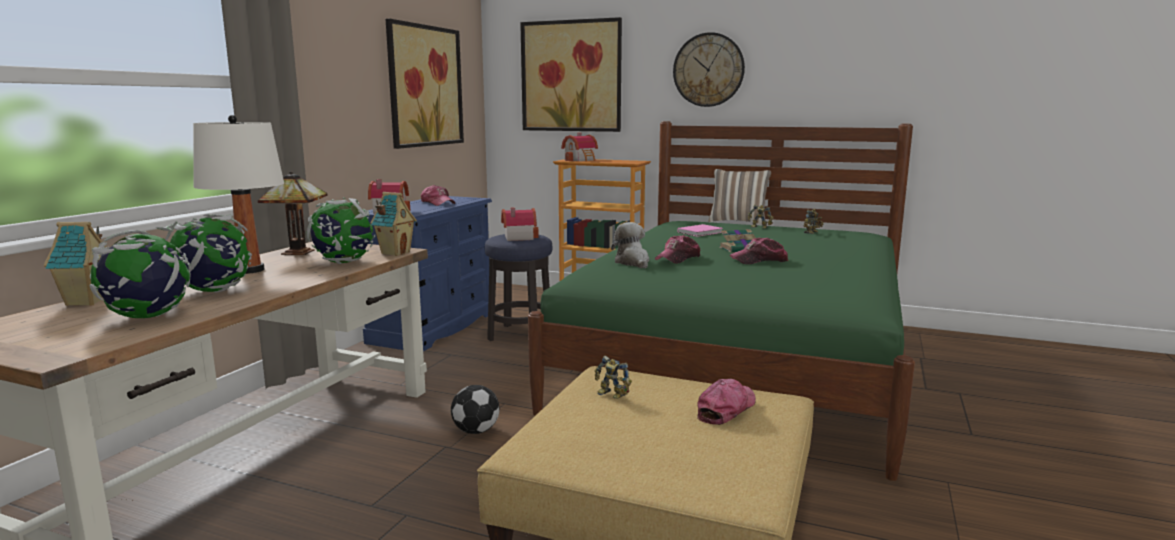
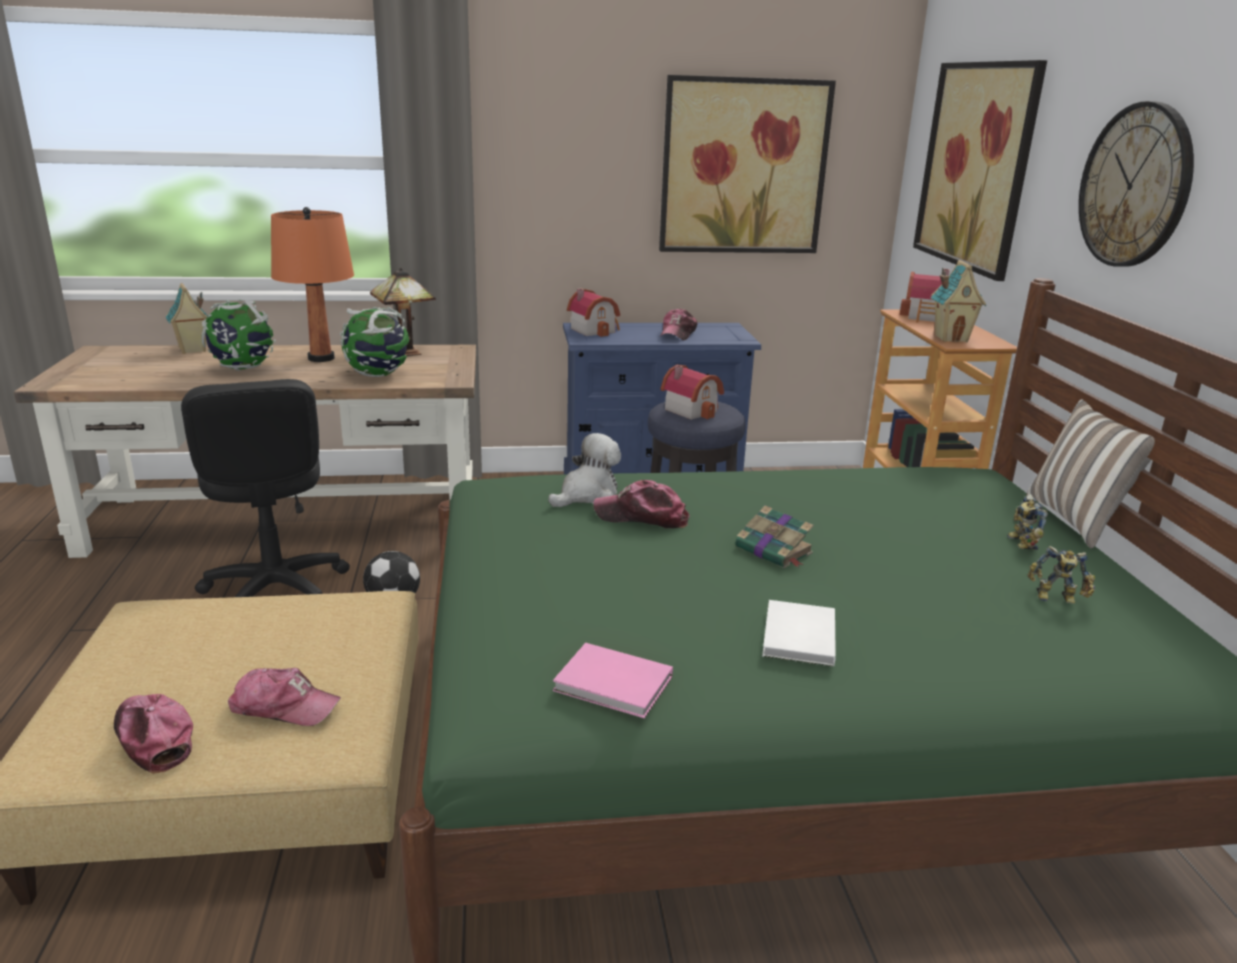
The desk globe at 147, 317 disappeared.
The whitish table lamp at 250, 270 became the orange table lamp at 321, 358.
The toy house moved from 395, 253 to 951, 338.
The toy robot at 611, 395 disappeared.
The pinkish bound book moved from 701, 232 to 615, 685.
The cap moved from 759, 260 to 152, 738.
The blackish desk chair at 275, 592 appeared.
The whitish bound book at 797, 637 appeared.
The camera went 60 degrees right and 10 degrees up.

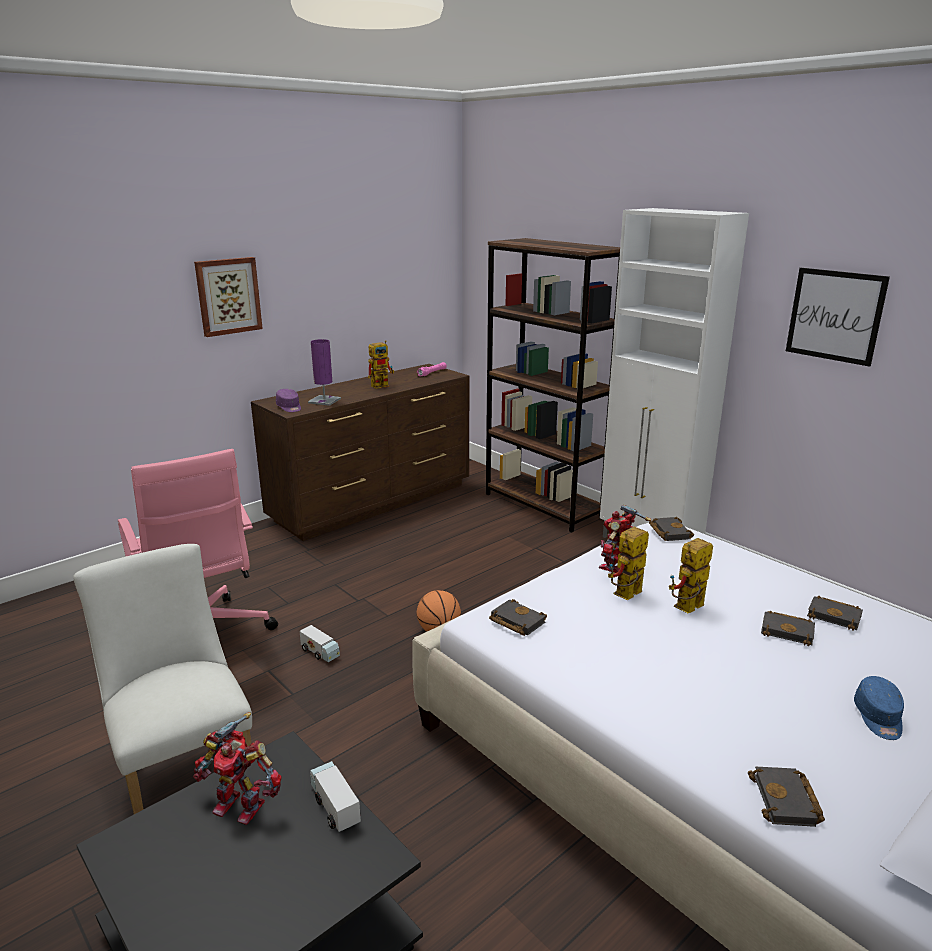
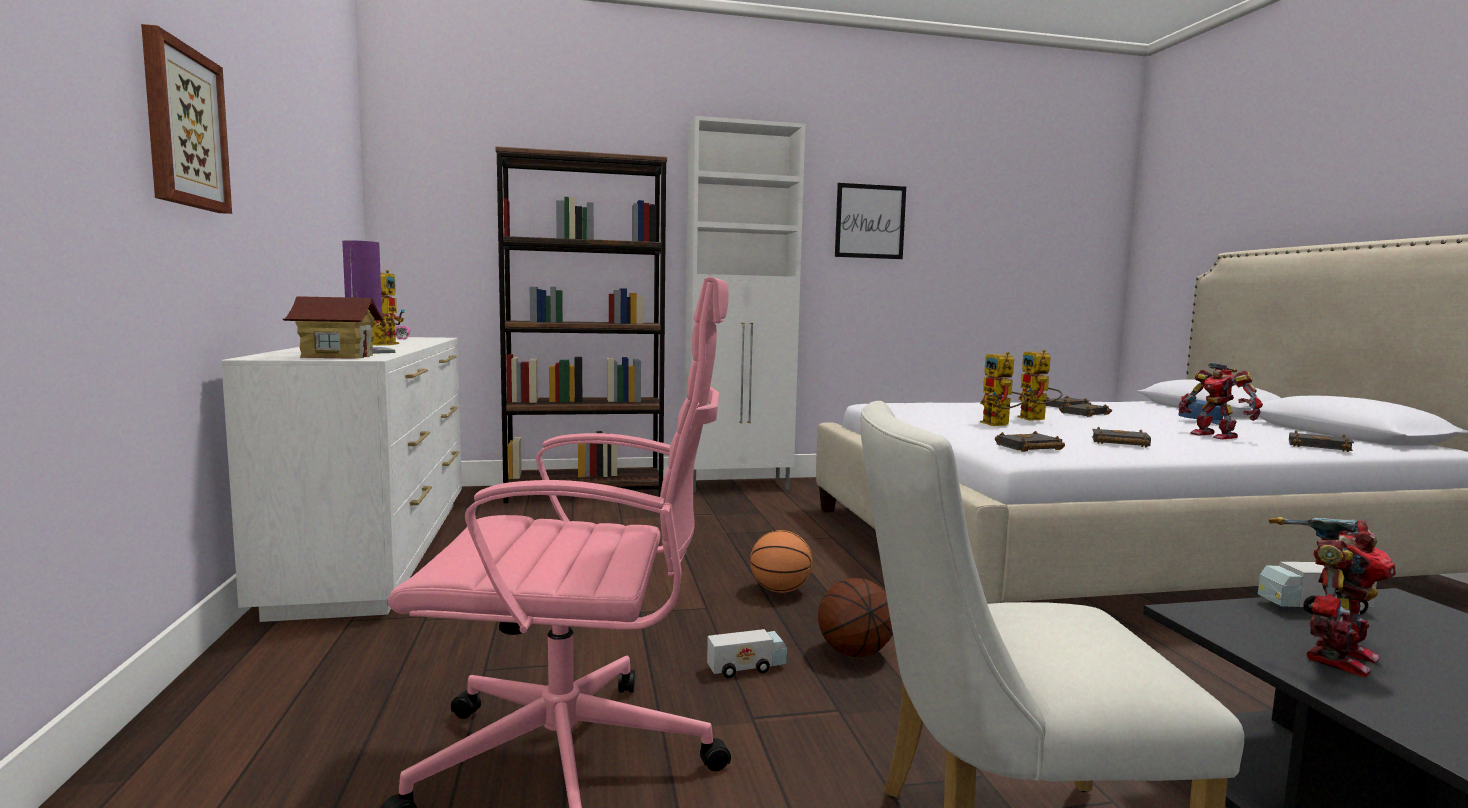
The brown-coloured chest of drawers at 373, 502 became the whitish chest of drawers at 379, 550.
The purple cap at 289, 407 was replaced by the toy house at 337, 357.
The toy robot moved from 616, 565 to 1215, 435.
The blackish bound book moved from 668, 532 to 1118, 443.
The ball for basketball at 854, 652 appeared.
The camera went 60 degrees left and 15 degrees down.

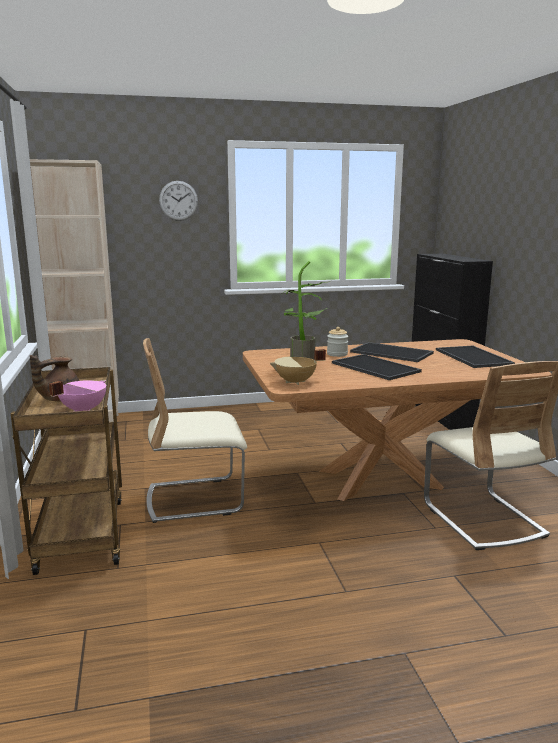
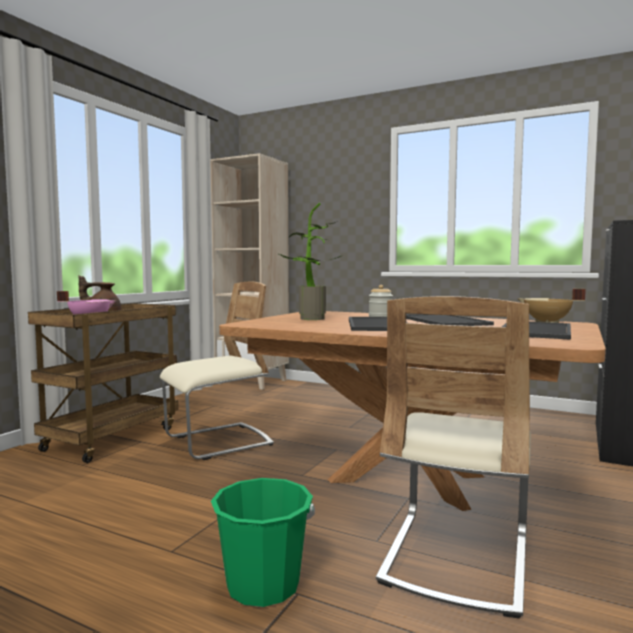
The beige chair at 195, 499 turned 120 degrees clockwise.
The wall clock at 178, 200 disappeared.
The beige saucepot moved from 296, 382 to 547, 322.
The green-coloured bucket at 263, 585 appeared.
The camera went 40 degrees right and 10 degrees down.

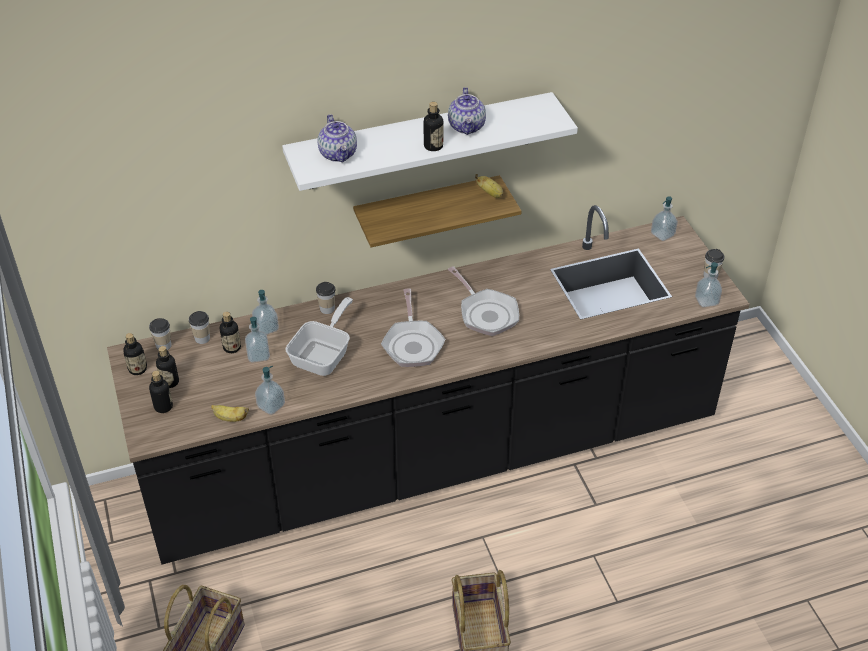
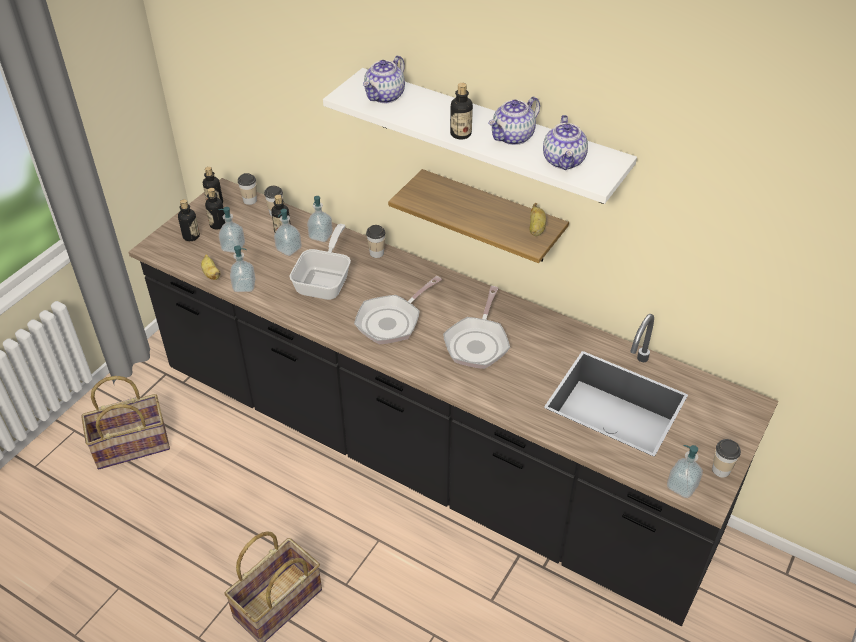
The pan at 324, 355 turned 60 degrees counterclockwise.
The liquid soap bottle moved from 662, 234 to 233, 247.
The tea pot at 564, 161 appeared.
The camera went 50 degrees right and 0 degrees up.

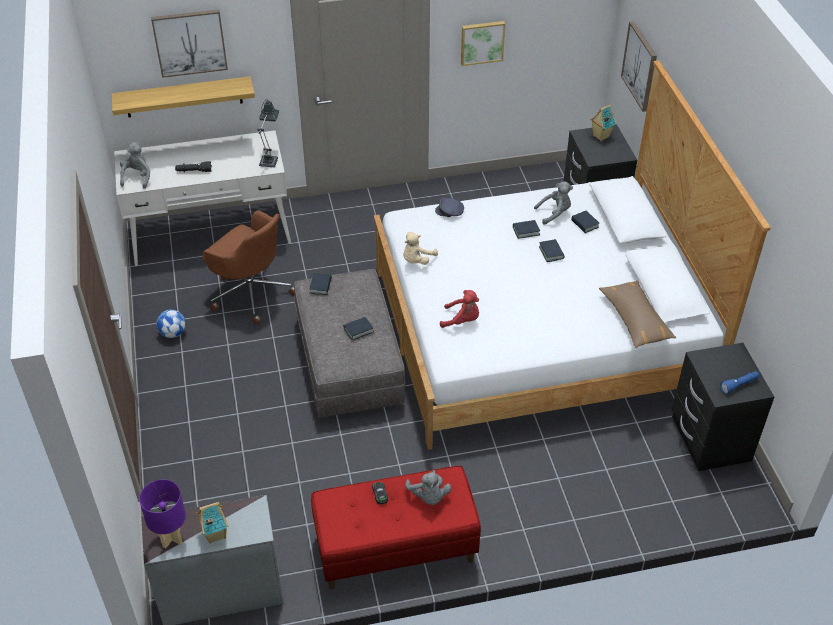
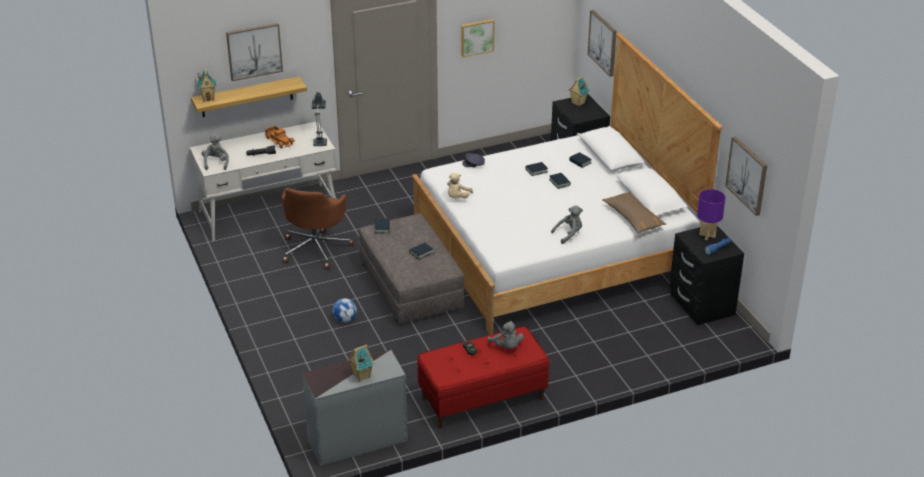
The purple table lamp moved from 171, 539 to 707, 236.
The football moved from 173, 333 to 345, 319.
The brown-coloured desk chair at 251, 292 turned 75 degrees clockwise.
The reddish cuddly toy at 462, 320 disappeared.
The gray cuddly toy moved from 554, 213 to 569, 234.
The toy house at 208, 98 appeared.
The model truck at 280, 140 appeared.
The wall picture at 747, 175 appeared.
The camera went 10 degrees left and 10 degrees down.

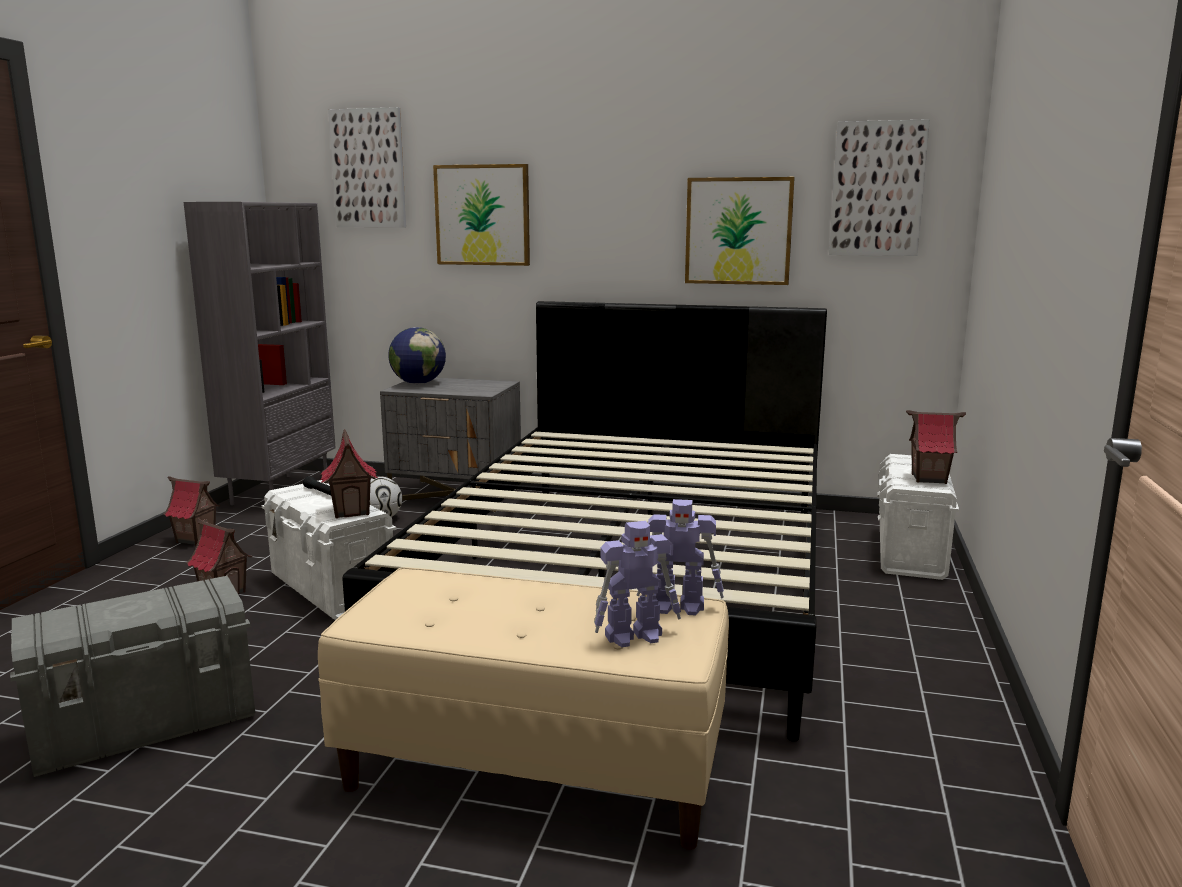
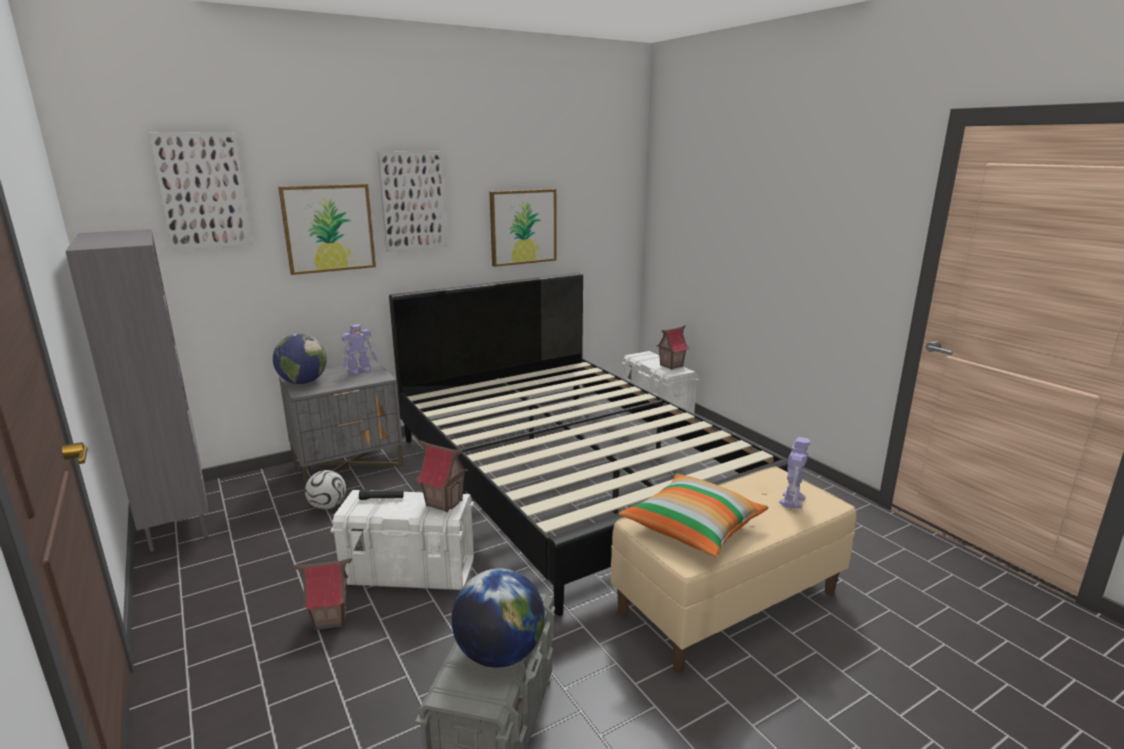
The toy house at 195, 539 disappeared.
The toy robot moved from 679, 607 to 360, 370.
The wall picture moved from 877, 189 to 413, 201.
The desk globe at 499, 653 appeared.
The throw pillow at 692, 528 appeared.
The camera went 45 degrees left and 5 degrees up.

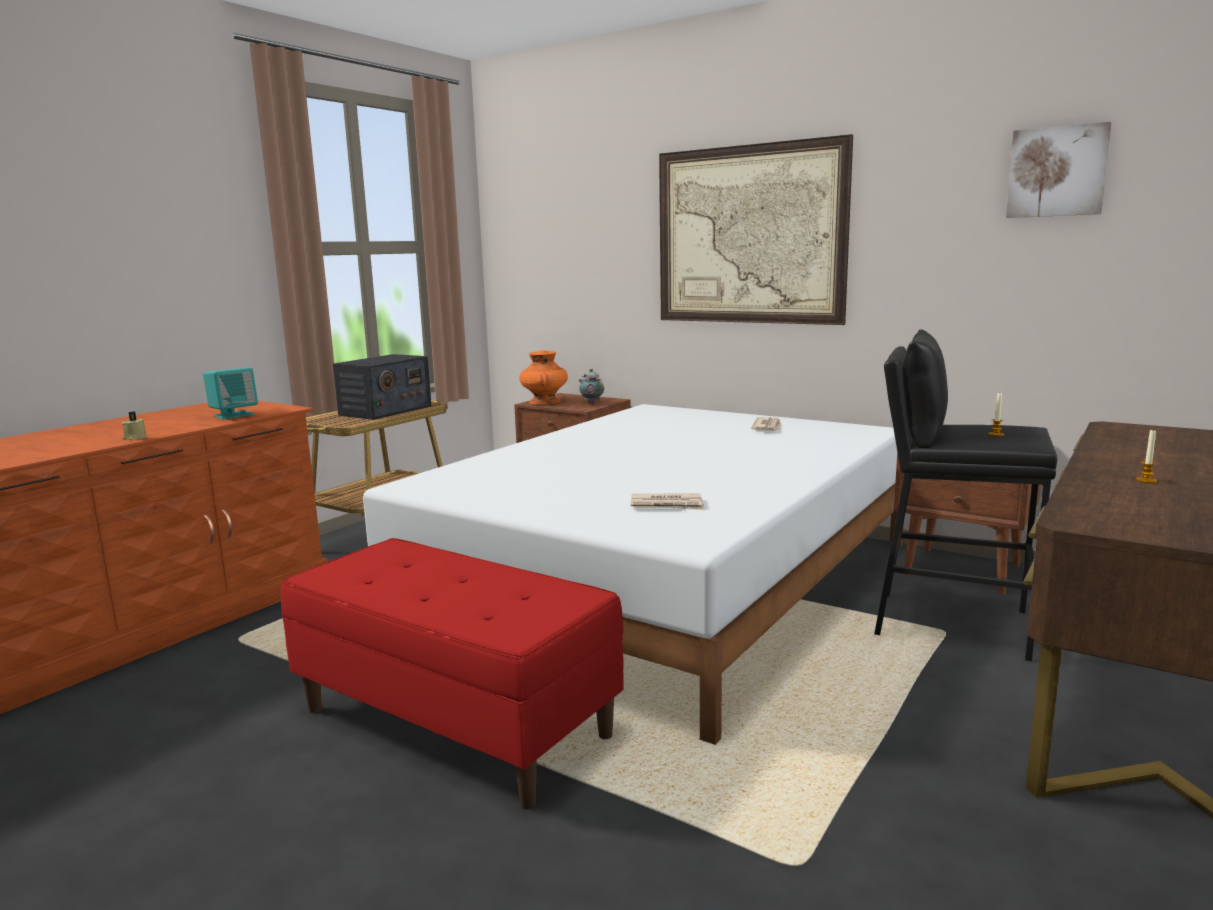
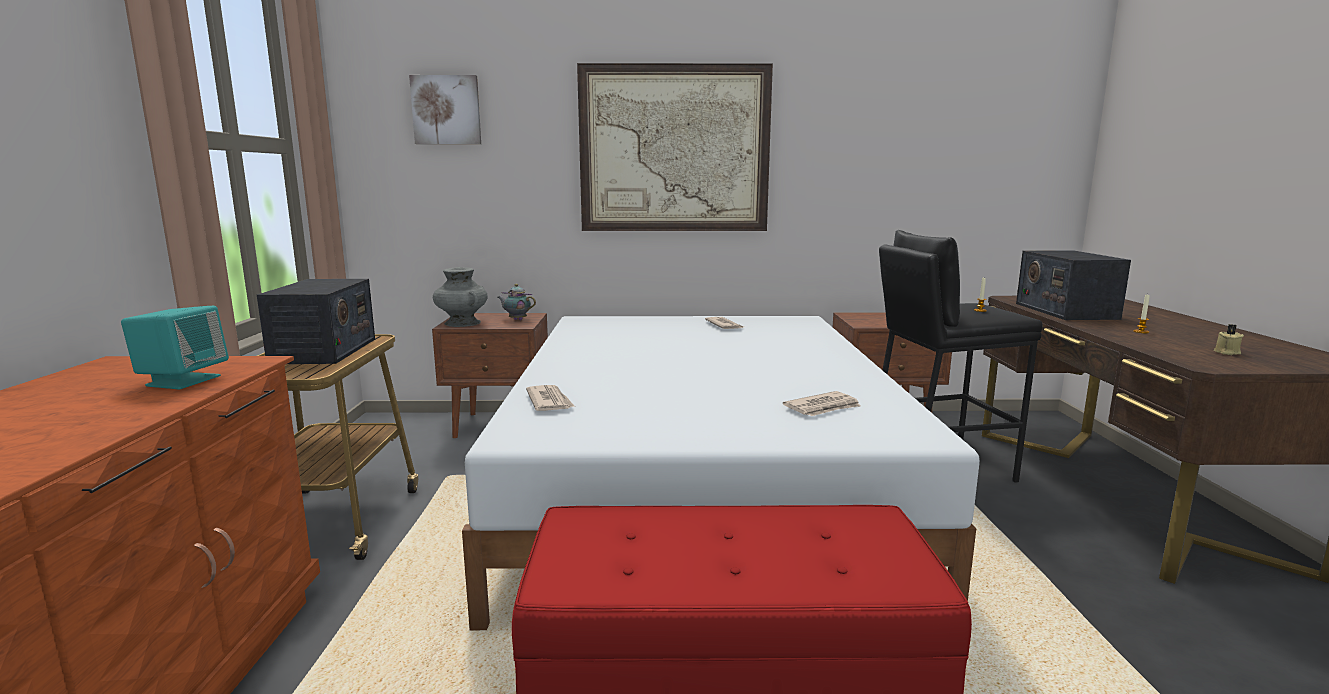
The beige wax candle moved from 134, 438 to 1226, 352.
The orange vase at 544, 402 became the gray vase at 462, 323.
The wall picture moved from 1057, 172 to 446, 110.
The newspaper at 549, 401 appeared.
The radio set at 1065, 311 appeared.
The camera went 35 degrees left and 0 degrees up.

